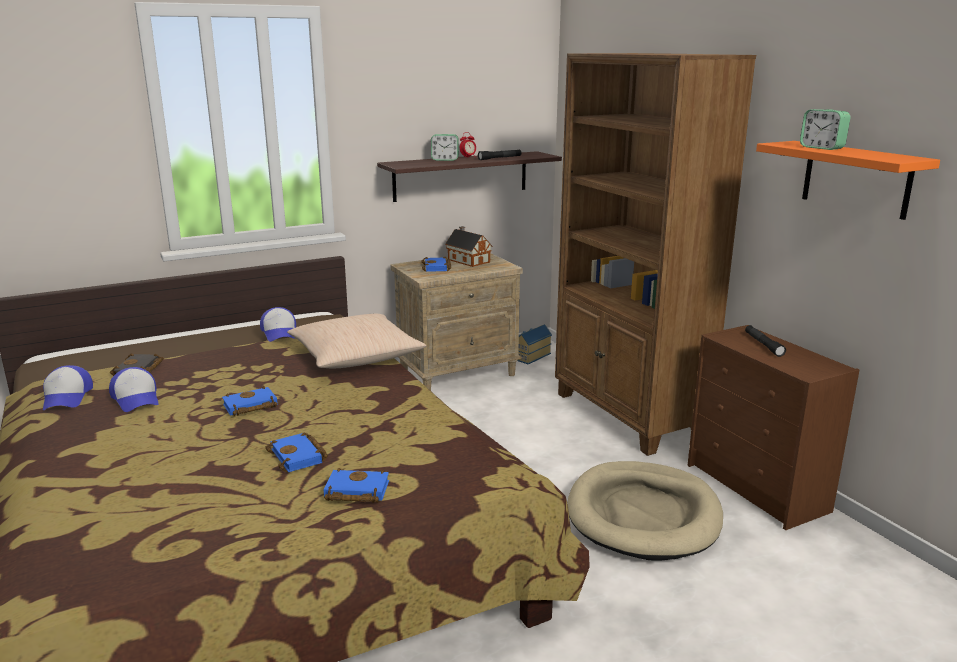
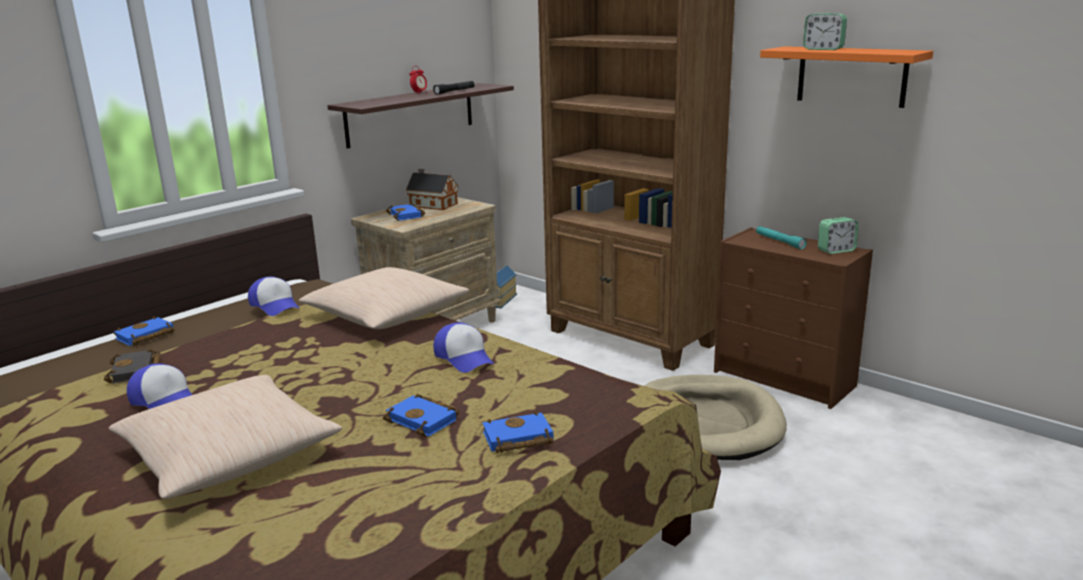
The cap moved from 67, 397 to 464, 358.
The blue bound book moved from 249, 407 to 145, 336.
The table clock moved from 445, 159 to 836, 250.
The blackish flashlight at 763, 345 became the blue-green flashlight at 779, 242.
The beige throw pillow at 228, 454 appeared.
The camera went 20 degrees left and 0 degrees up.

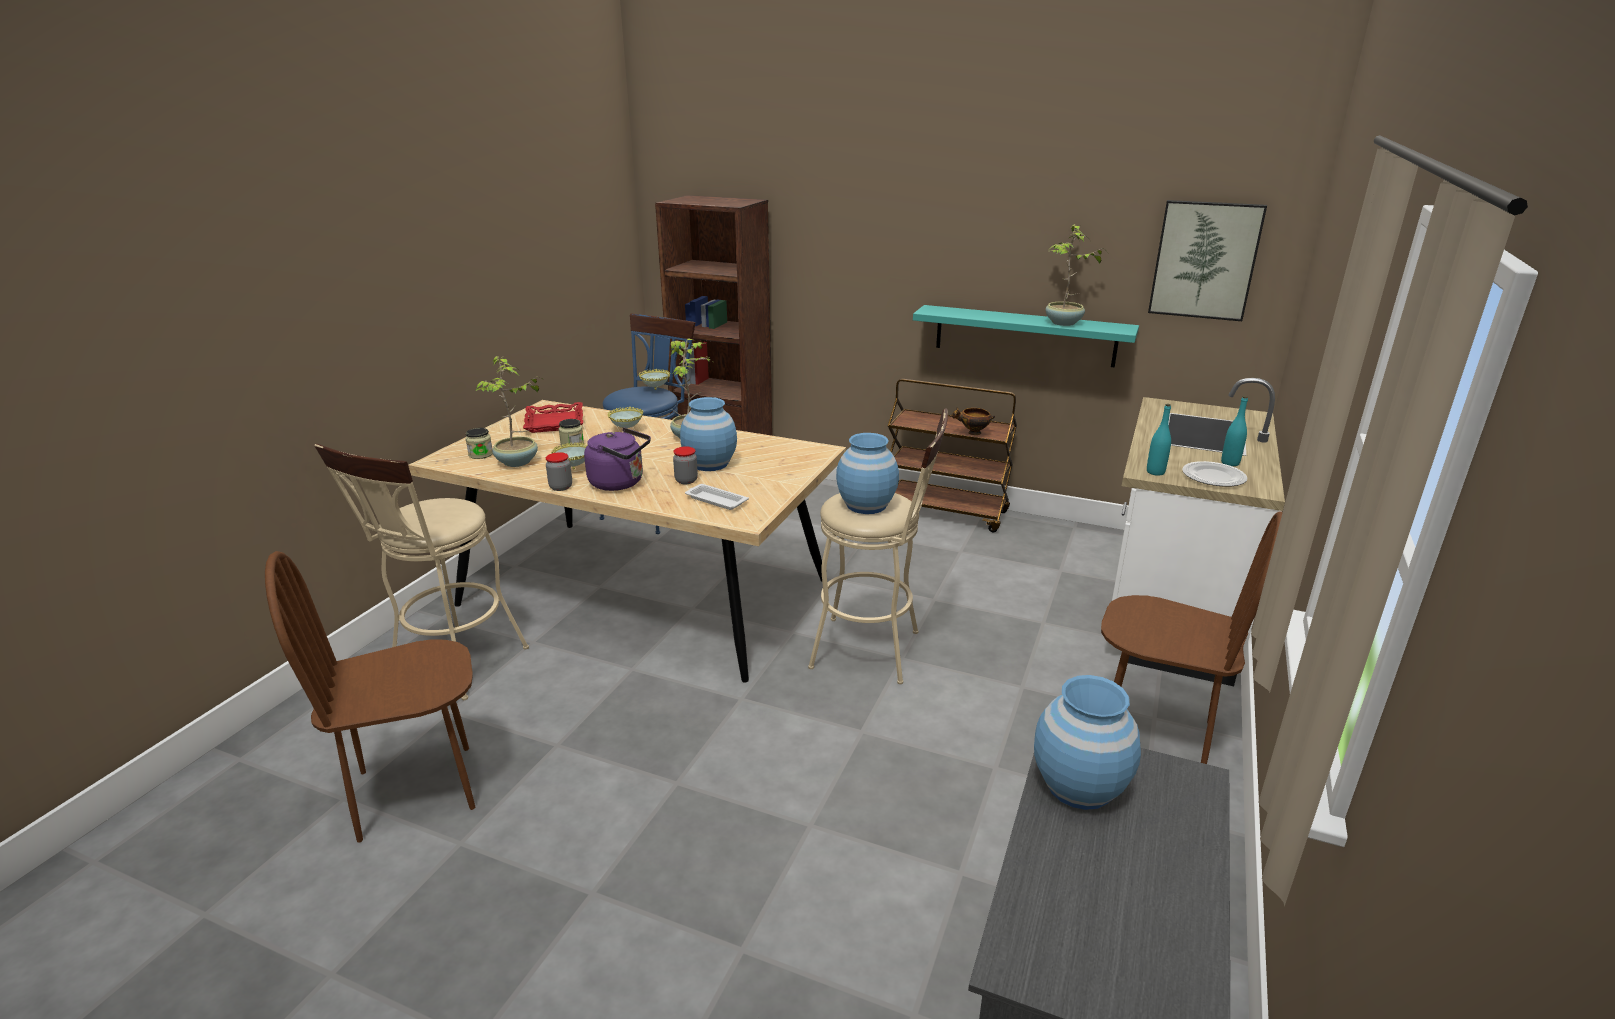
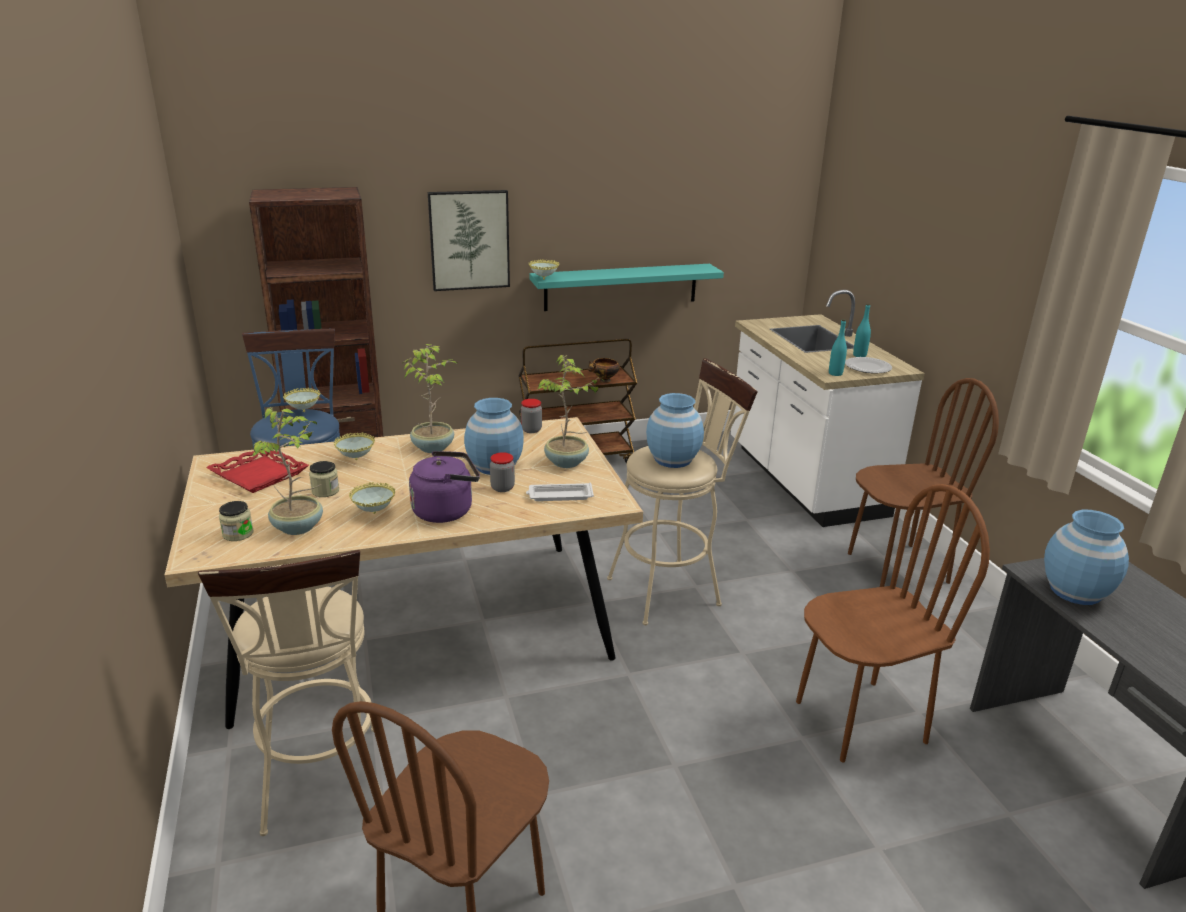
The jar moved from 561, 487 to 531, 430.
The plant in a pot moved from 1063, 323 to 567, 463.
The wall picture moved from 1205, 260 to 469, 240.
The serving bowl at 544, 279 appeared.
The brown-coloured chair at 859, 720 appeared.
The camera went 40 degrees left and 0 degrees up.

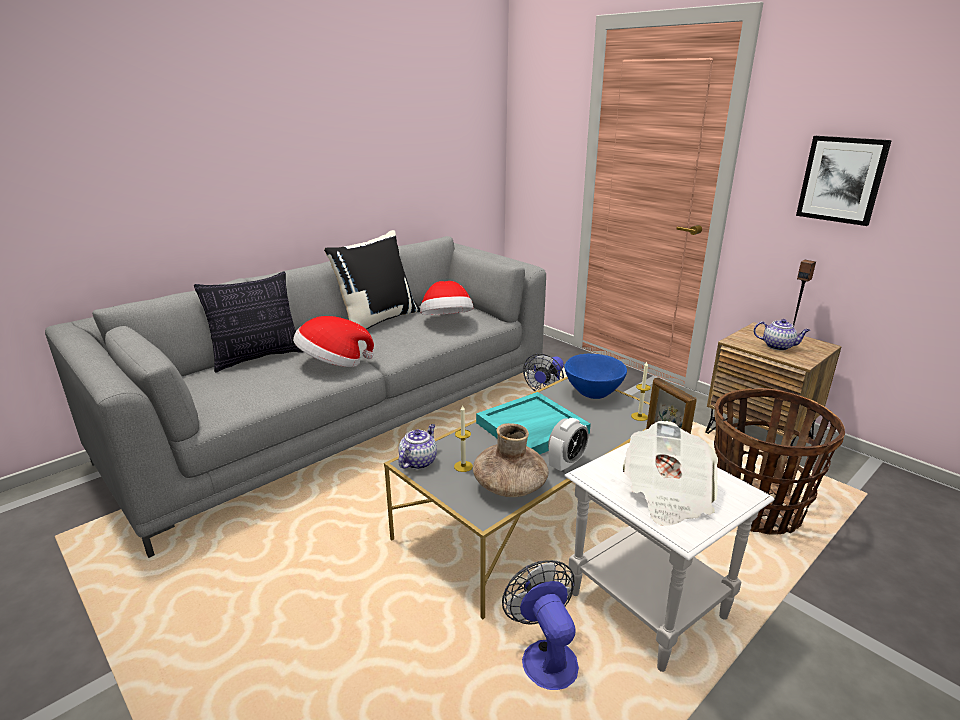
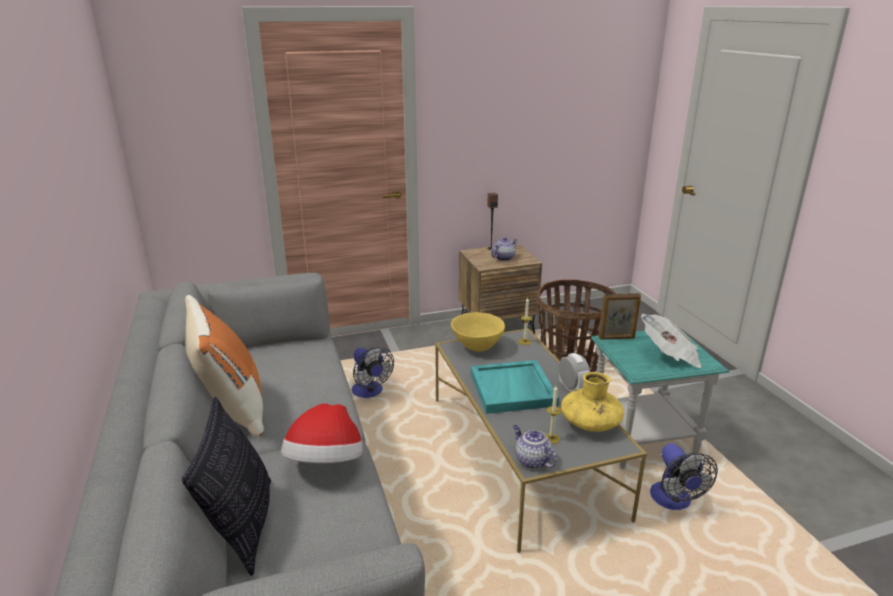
The blackish throw pillow at 377, 320 became the orange throw pillow at 231, 409.
The hat at 446, 321 disappeared.
The brown-coloured vase at 510, 486 became the yellow vase at 590, 423.
The cooling fan at 545, 655 turned 105 degrees counterclockwise.
The blue serving bowl at 592, 393 became the yellow serving bowl at 477, 347.
The whitish end table at 648, 607 became the blue-green end table at 643, 441.
The wall picture at 841, 180 disappeared.
The camera went 65 degrees left and 0 degrees up.

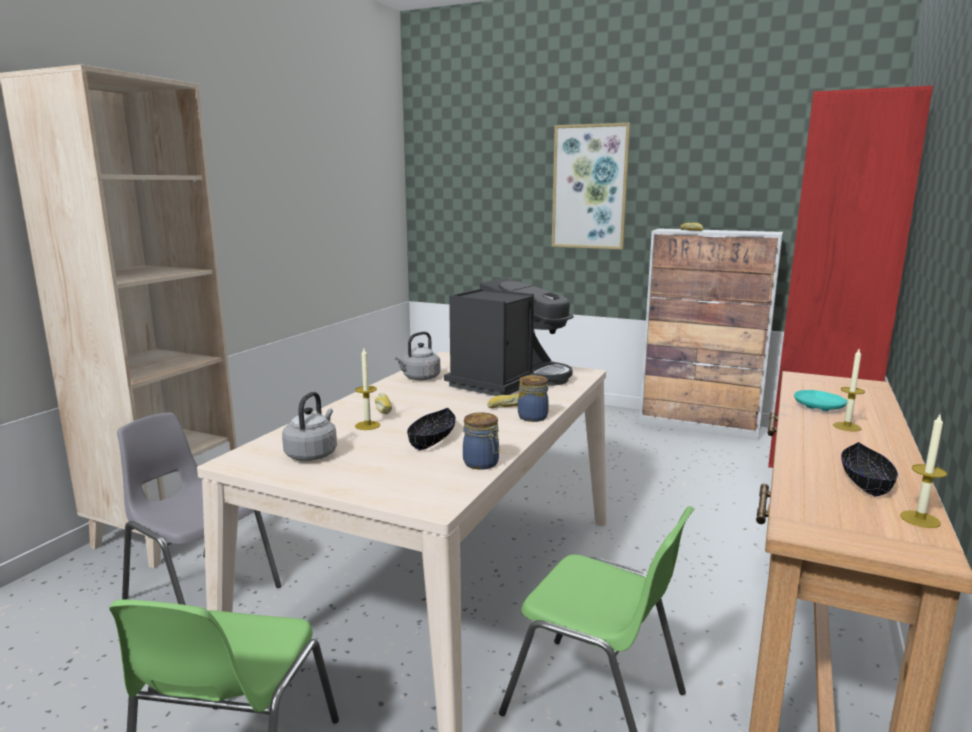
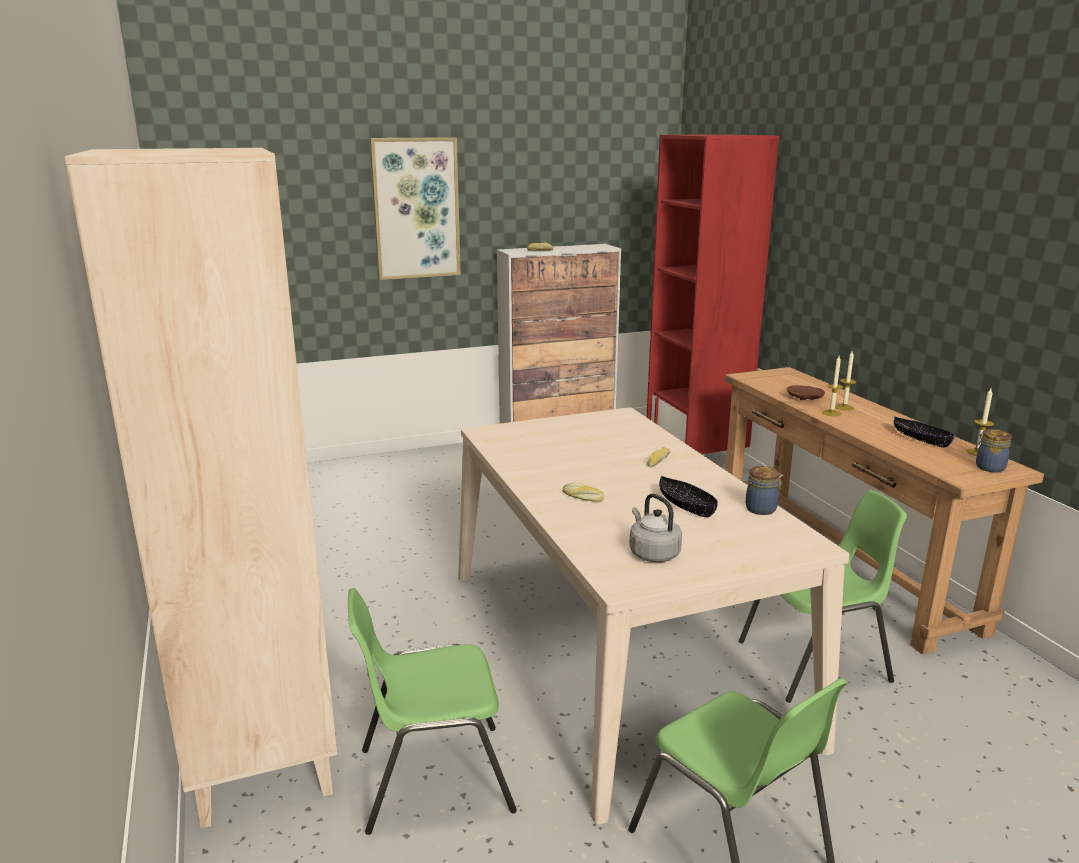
The gray chair at 200, 592 became the green-coloured chair at 432, 778.
The wax candle moved from 367, 425 to 831, 413.
The gray tea kettle at 419, 378 disappeared.
The coffee machine at 509, 380 disappeared.
The jar moved from 532, 417 to 988, 467.
The blue-green flat dish at 819, 407 became the brown-coloured flat dish at 805, 398.
The camera went 45 degrees left and 5 degrees up.

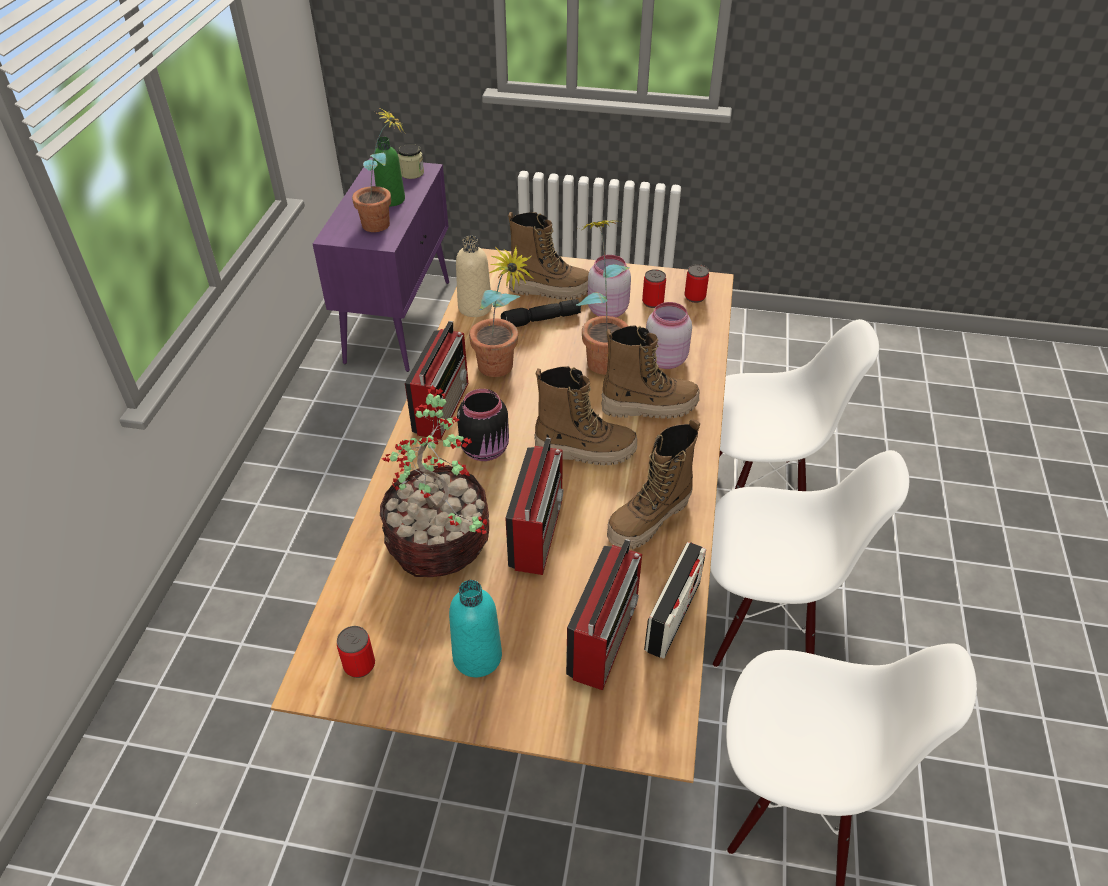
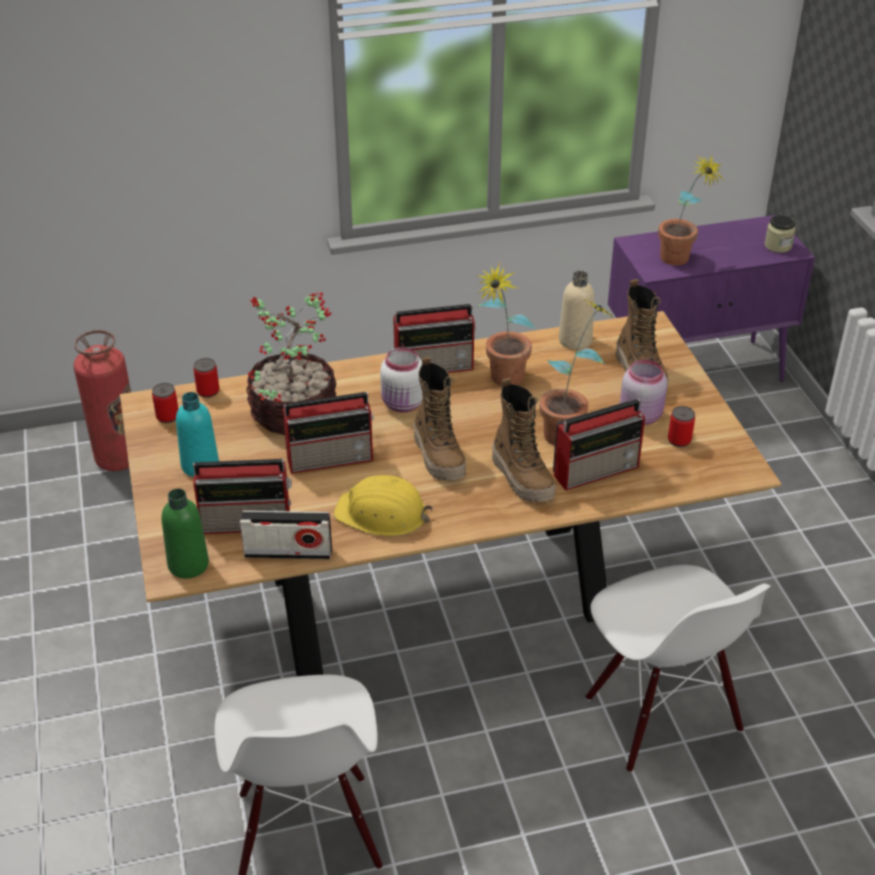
The green-coloured beverage bottle moved from 391, 200 to 188, 564.
The blackish jar at 486, 449 became the whitish jar at 403, 404.
The blackish flashlight at 541, 320 disappeared.
The tall boot at 649, 520 was replaced by the yellow hard hat at 382, 514.
The pinkish jar at 664, 359 was replaced by the radio set at 597, 470.
The sealed can moved from 695, 297 to 208, 391.
The whitish chair at 765, 626 disappeared.
The fire extinguisher at 119, 459 appeared.
The camera went 65 degrees right and 5 degrees down.

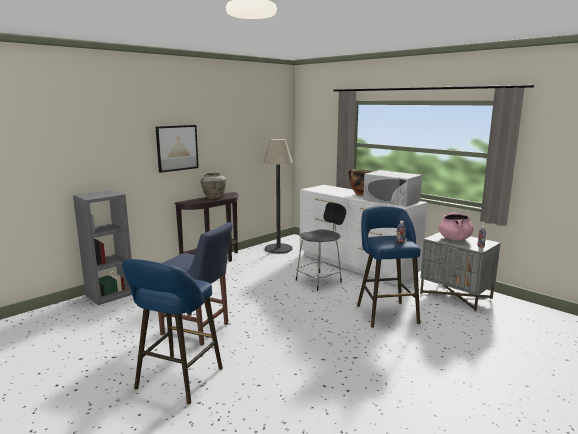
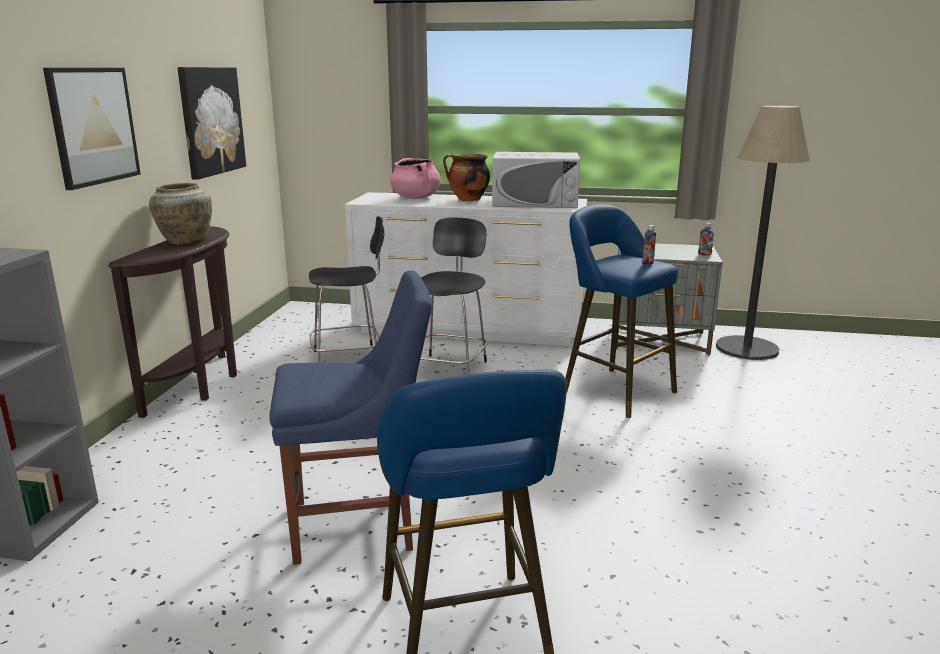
The standing lamp moved from 278, 249 to 746, 348.
The pinkish saucepot moved from 455, 239 to 416, 198.
The wall picture at 211, 121 appeared.
The blackish chair at 349, 359 appeared.
The camera went 35 degrees left and 5 degrees up.

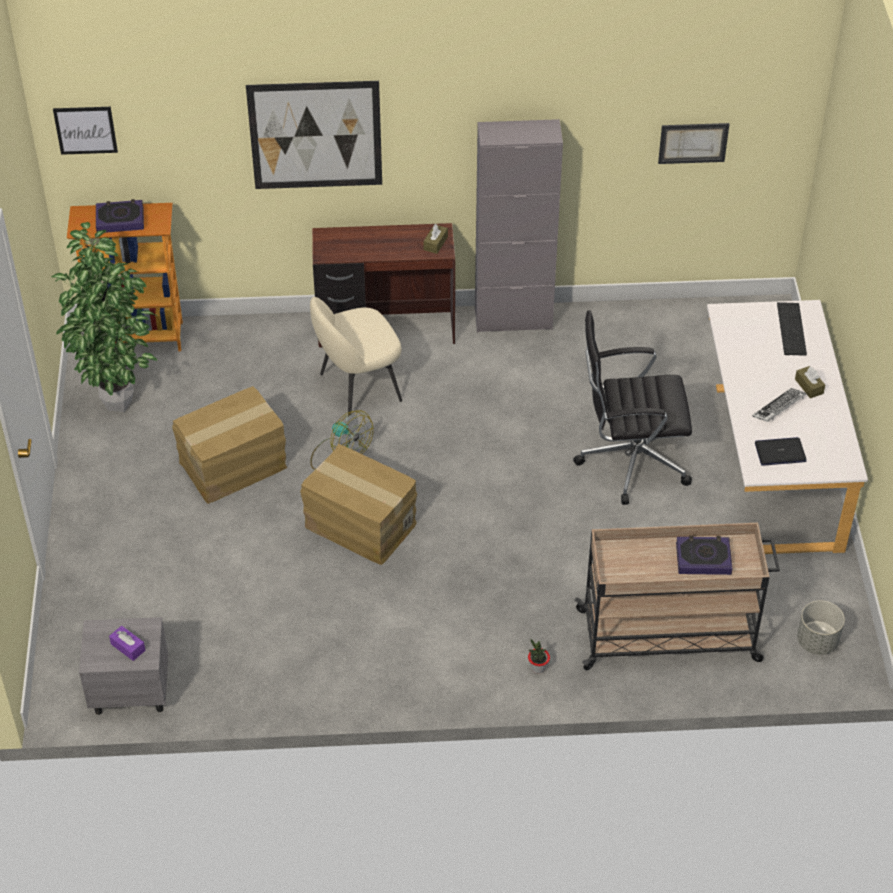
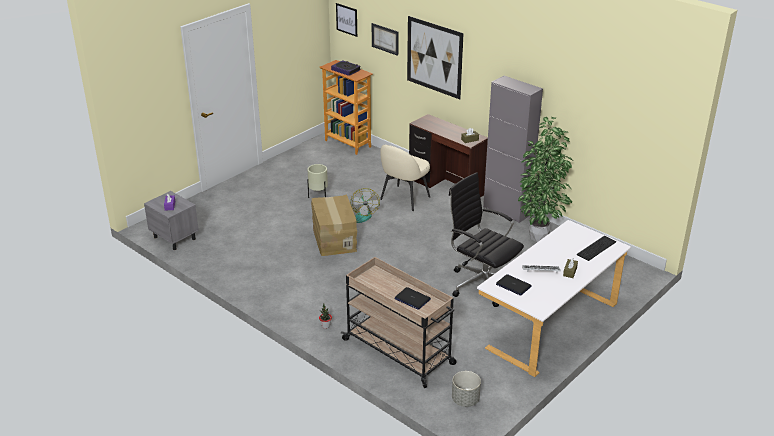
The plant in a pot moved from 120, 400 to 540, 237.
The carton at 233, 466 was replaced by the beige planter at 318, 196.
The beige chair at 358, 388 turned 75 degrees counterclockwise.
The wall picture moved from 693, 142 to 385, 39.
The bound book at 703, 558 was replaced by the laptop at 412, 299.
The camera went 45 degrees right and 15 degrees down.

